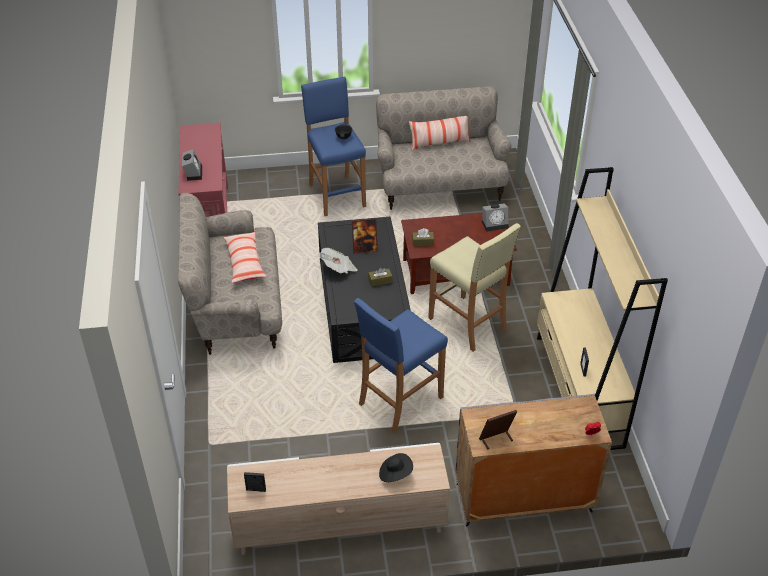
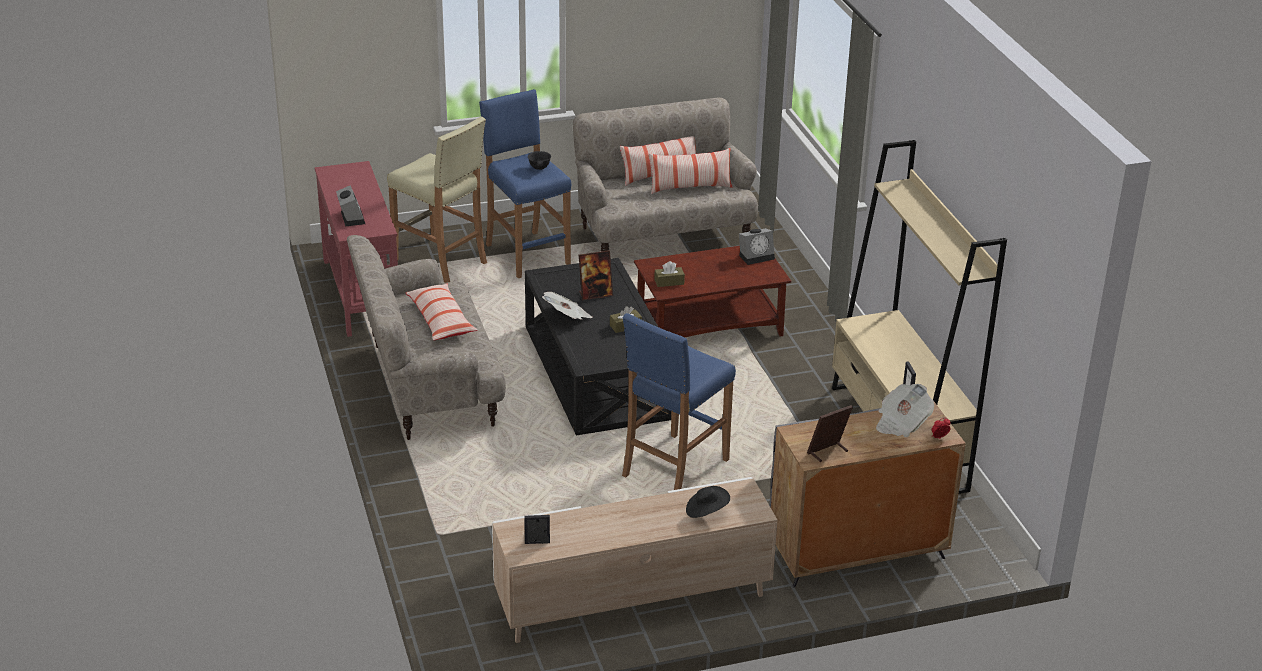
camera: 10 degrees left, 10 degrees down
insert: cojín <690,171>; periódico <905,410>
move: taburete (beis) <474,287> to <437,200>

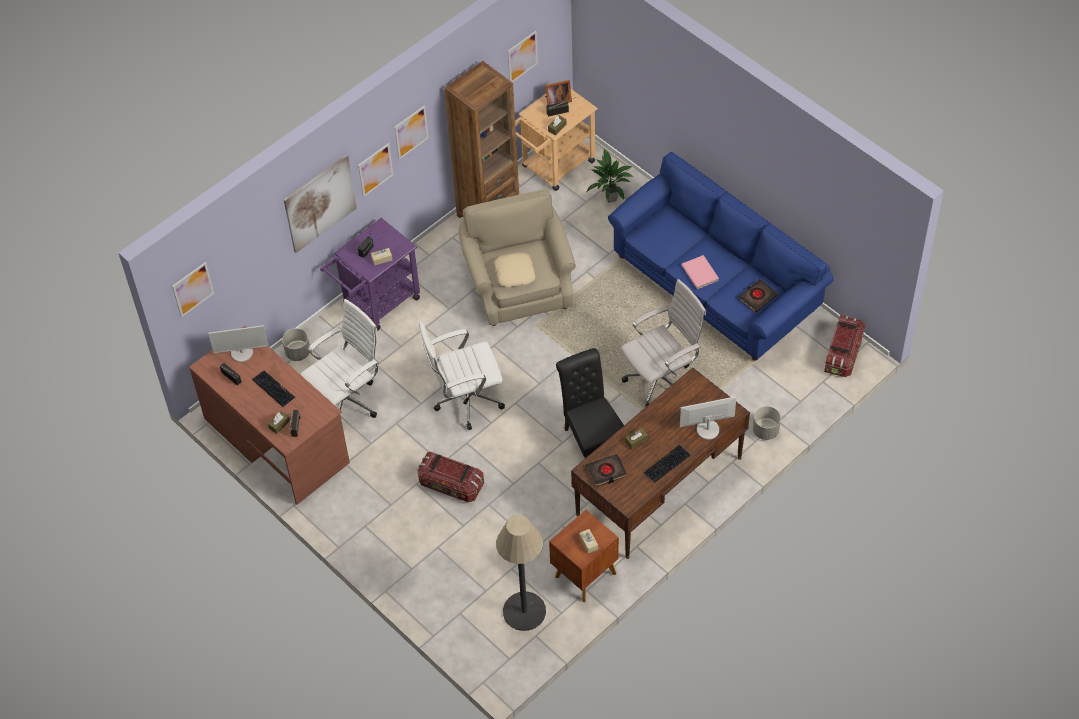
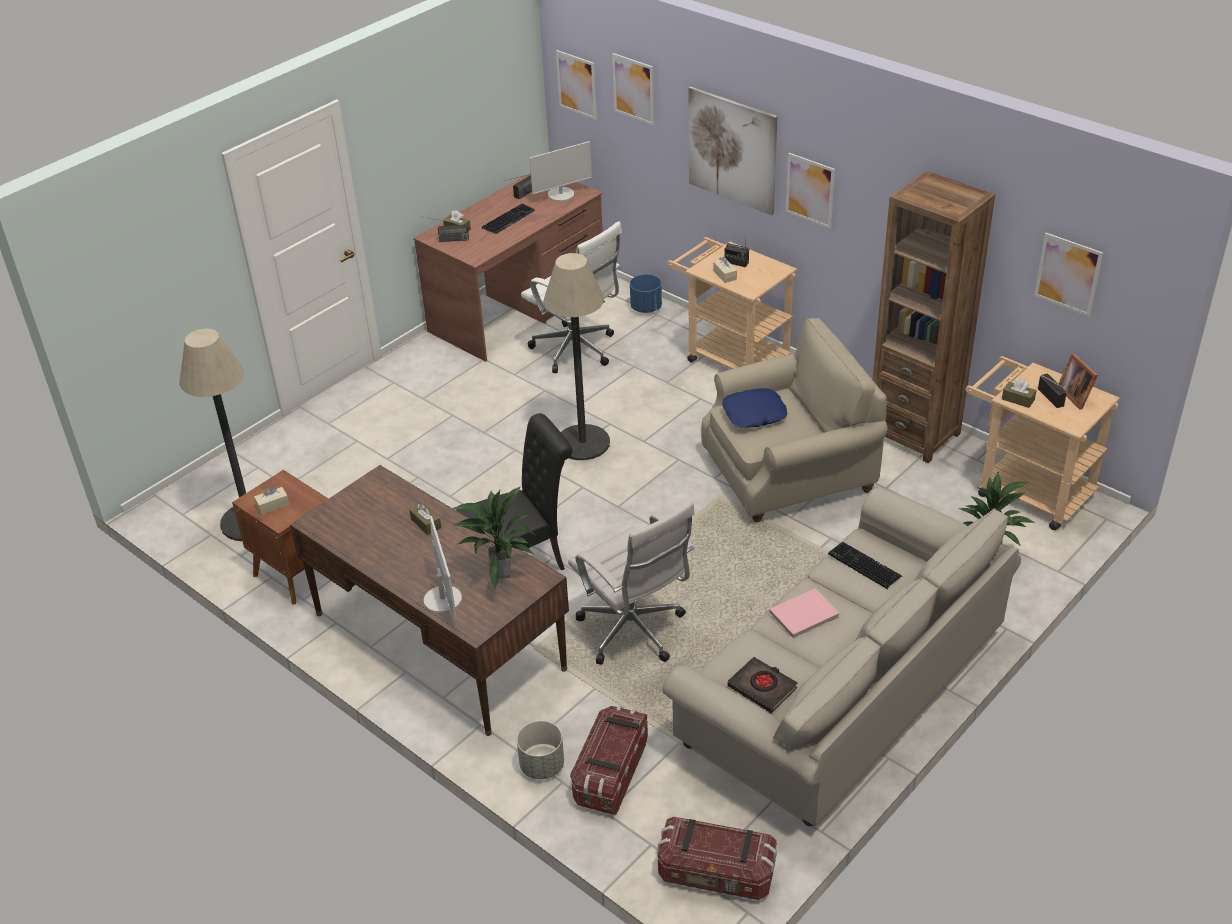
camera: 85 degrees right, 15 degrees down
delete: libro (negro) <606,470>
insert: planta en maceta <492,537>
move: cuadro <411,133> to <633,89>; caja de almacenaje <450,477> to <609,760>; teclado <667,464> to <865,565>
replace: silla de oficina (blanco) <462,375> to lámpara de pie <576,356>
recolor: maceta (gris) <296,344> to maceta (azul) <646,293>; carrito (morado) <370,274> to carrito (beis) <732,303>; cojín (beis) <514,270> to cojín (azul) <754,408>; sofá (azul) <721,256> to sofá (beis) <841,656>
rotate: monitor <238,343> = <560,171> 105 degrees counterclockwise

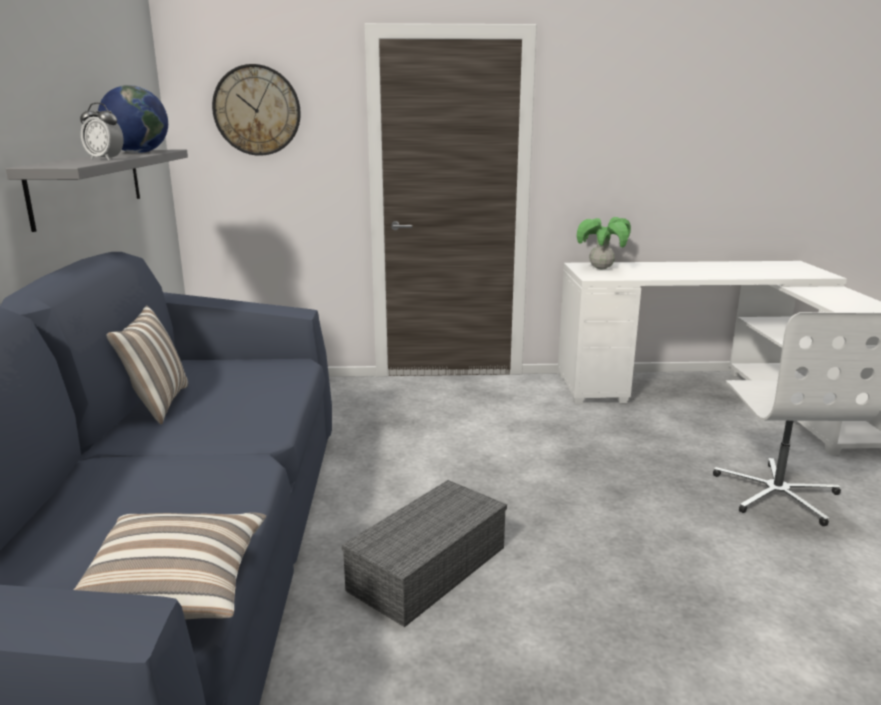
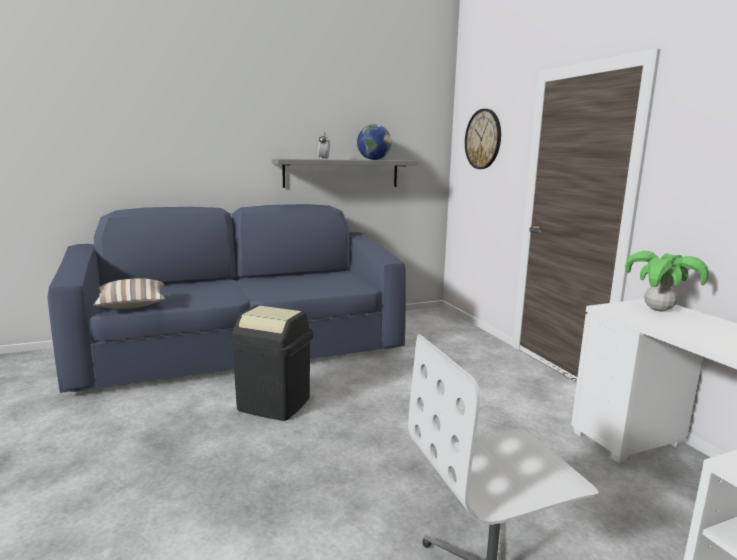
camera: 70 degrees right, 5 degrees down
delete: cojín <147,364>
replace: caja de almacenaje (gris) <424,553> to papelera (negro) <271,363>

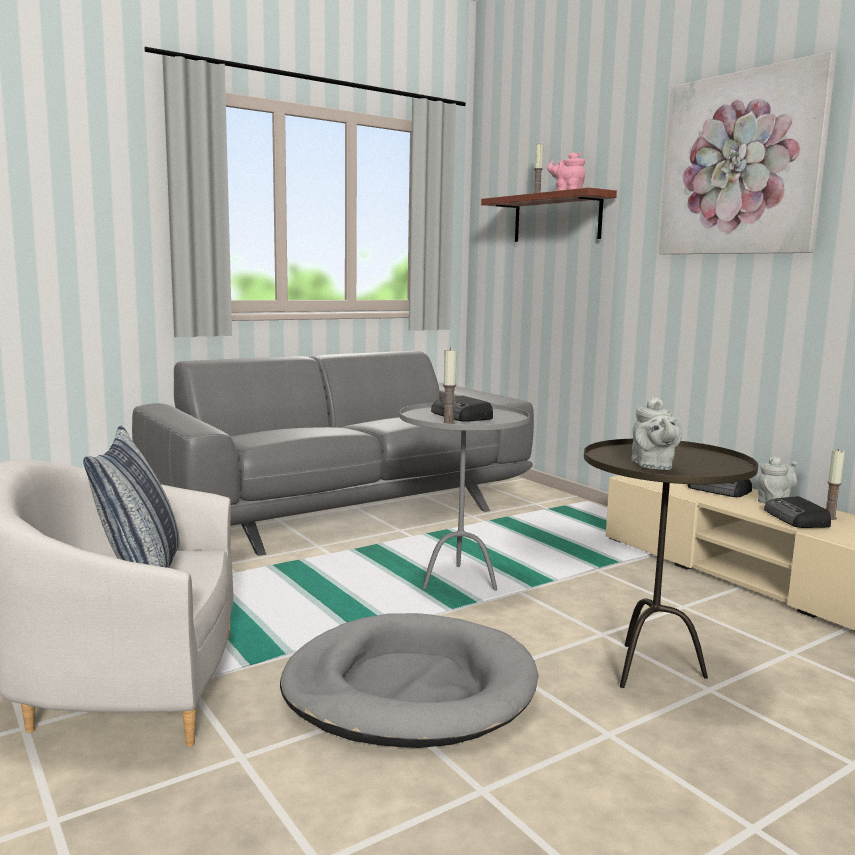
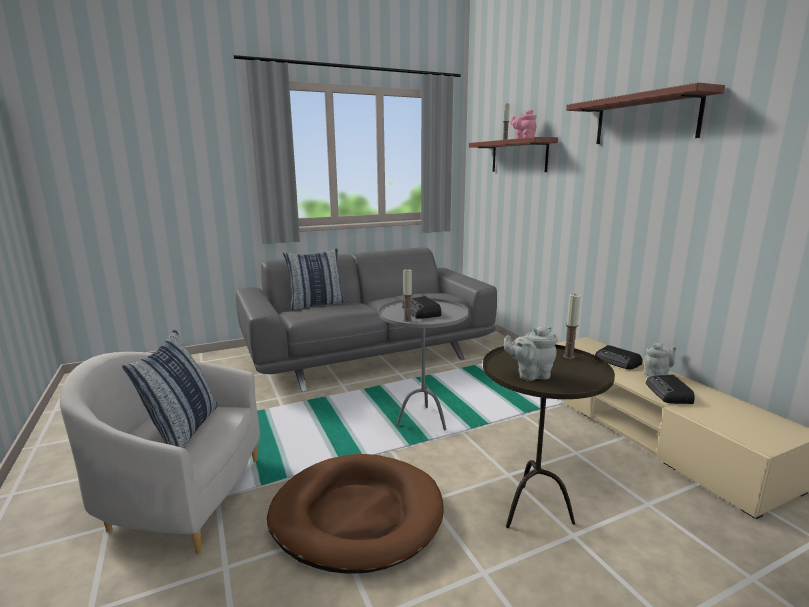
camera: 10 degrees right, 5 degrees up
insert: cojín <314,279>
move: vela <835,484> to <571,326>
replace: cuadro <748,152> to estante <645,113>
recolor: cama para perro (gris) <409,680> to cama para perro (marrón) <355,514>
rotate: tetera (gris) <657,433> = <530,354> 75 degrees clockwise

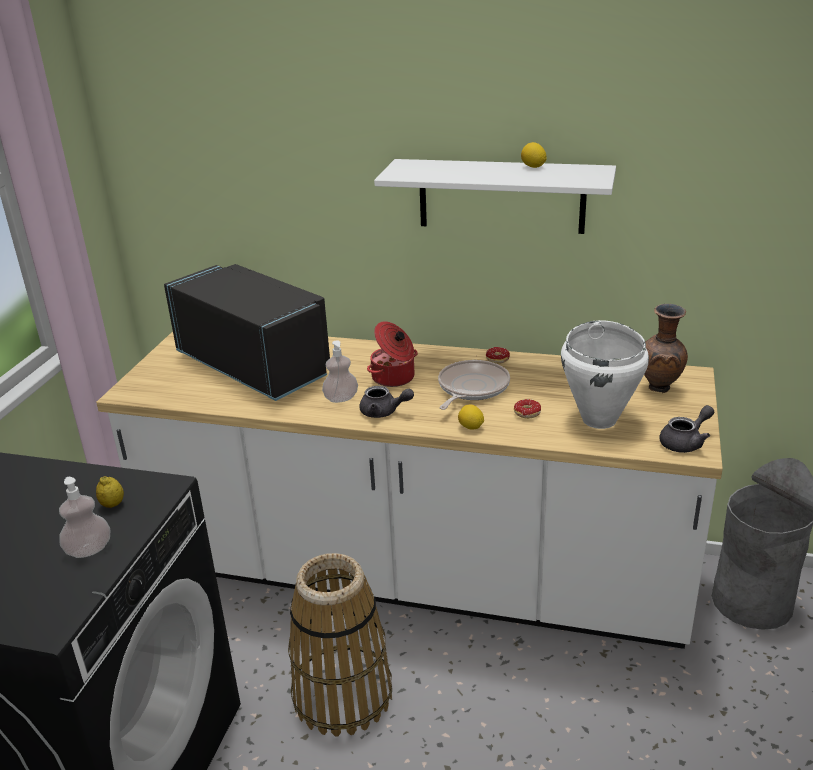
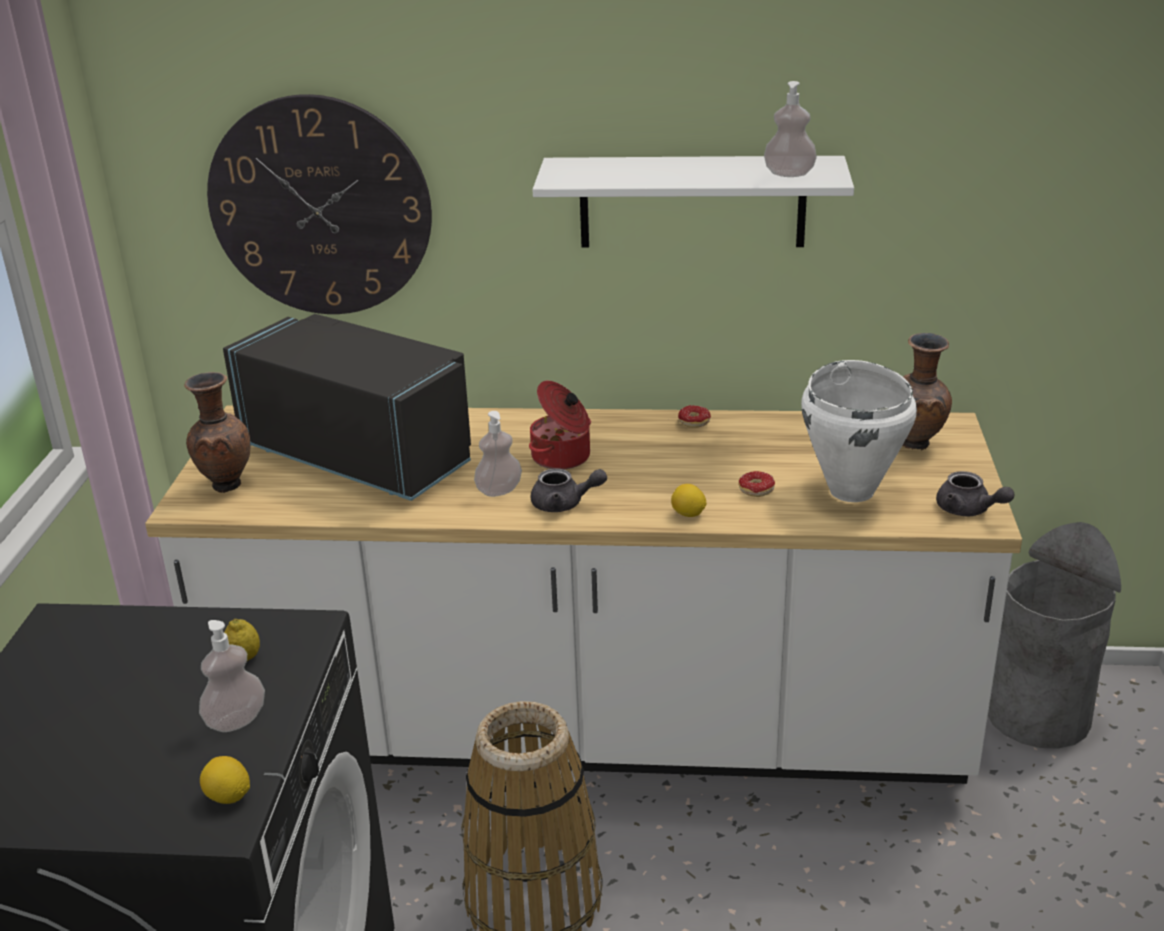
camera: 10 degrees left, 0 degrees up
delete: sartén <474,385>
insert: florero (marrón) <217,432>; reloj de pared <319,204>; dispensador de jabón <790,129>
move: limón <533,155> to <225,780>
rotate: tetera (gris) <686,429> = <975,494> 90 degrees clockwise

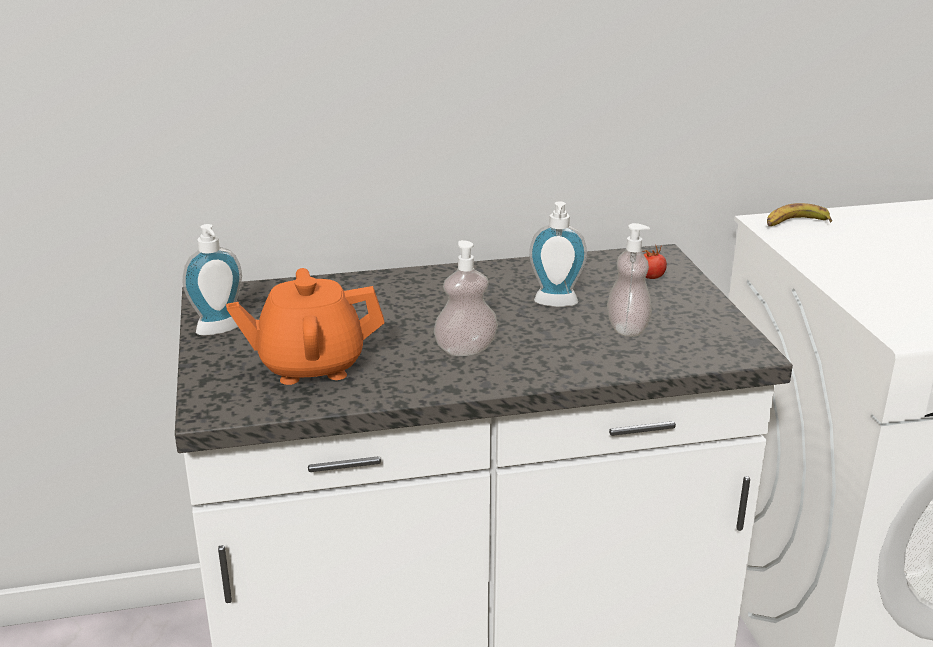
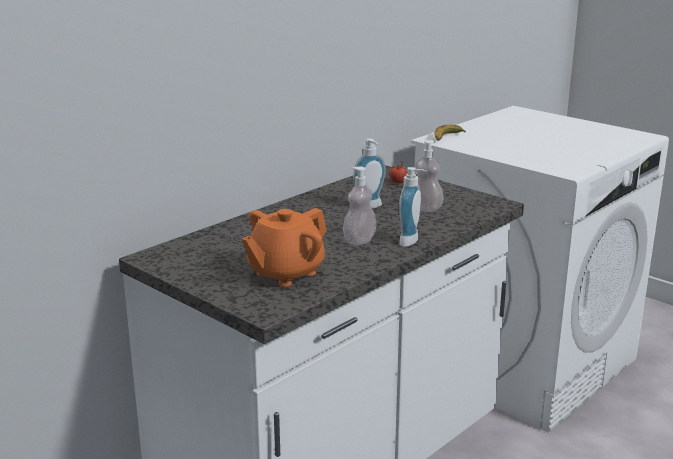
camera: 35 degrees left, 5 degrees down
move: dispensador de jabón <212,280> to <413,207>

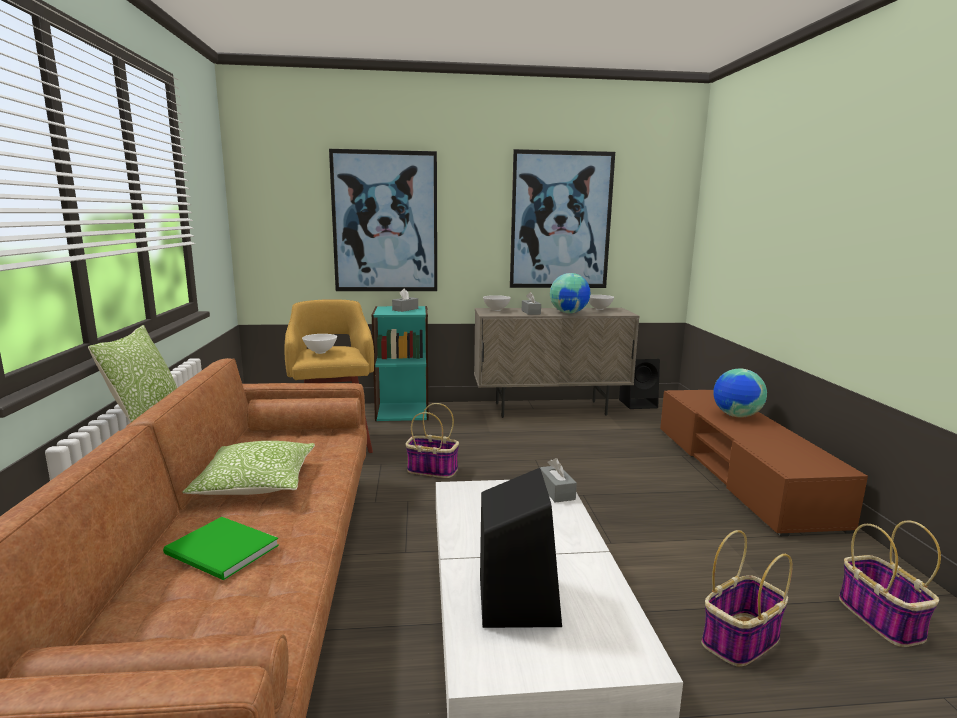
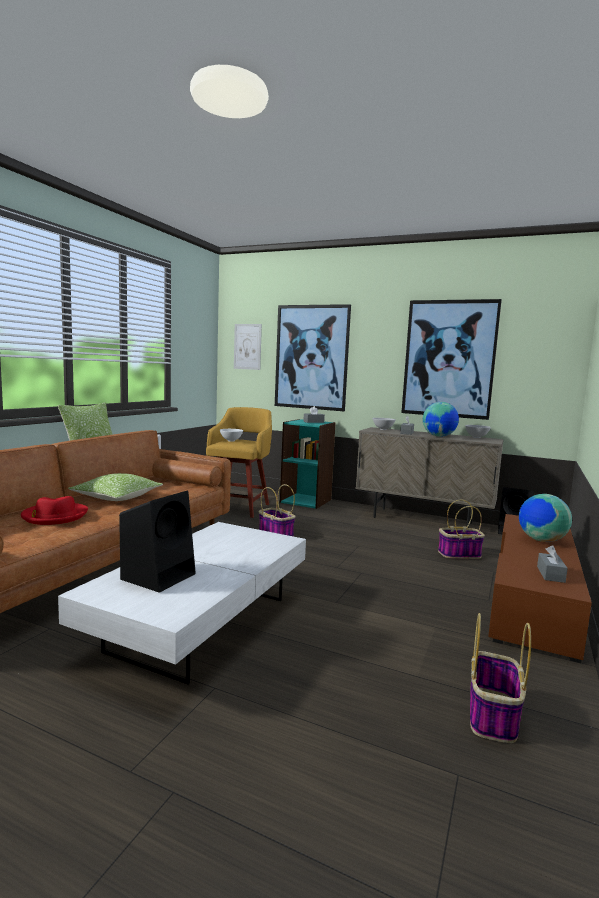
camera: 30 degrees right, 5 degrees down
insert: cuadro <248,347>
move: caja de pañuelos (gris) <558,480> to <552,564>; cesta <747,598> to <461,529>
replace: libro (verde) <221,548> to sombrero (rojo) <54,510>

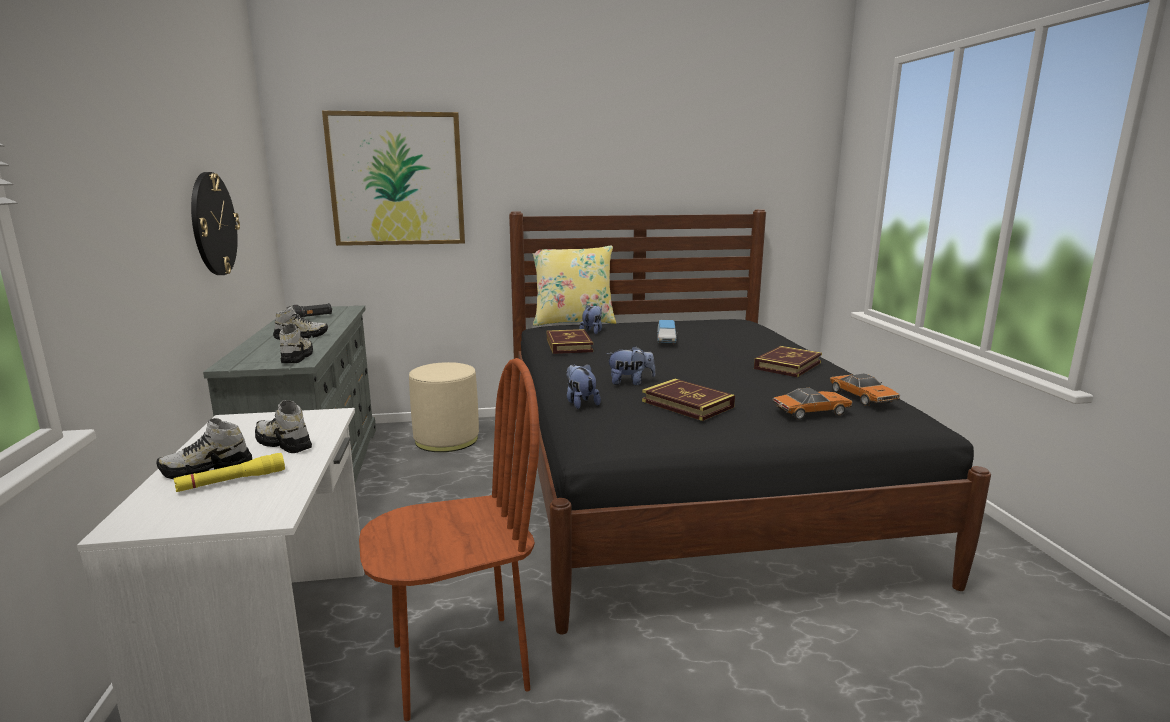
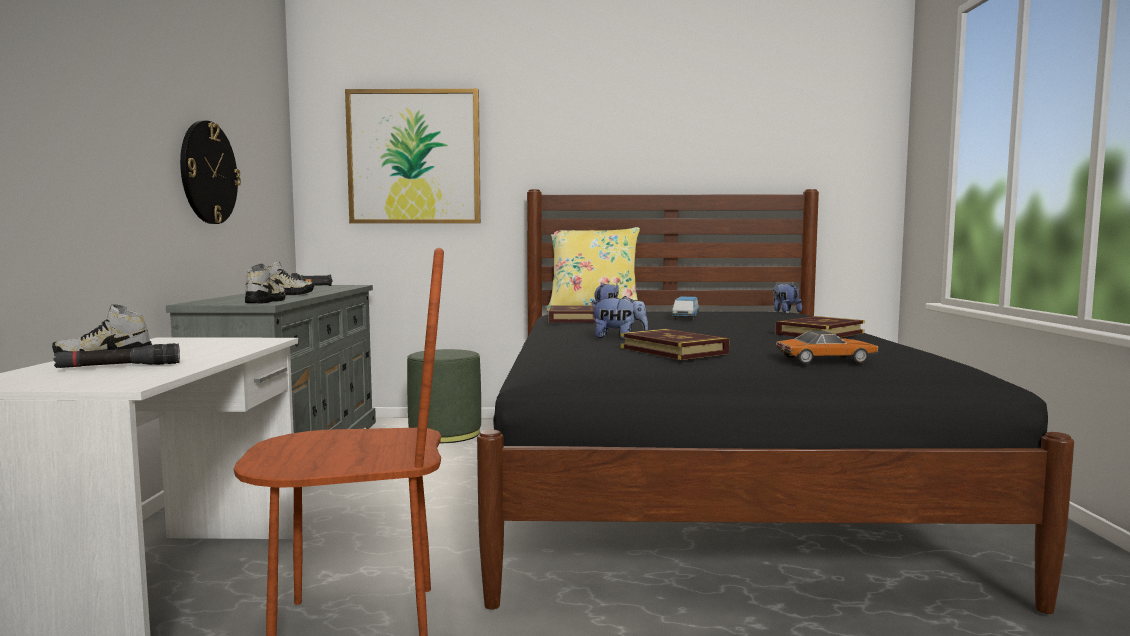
camera: 10 degrees right, 10 degrees down
delete: zapato <283,426>; coche de juguete <865,389>
move: peluche <583,386> to <787,297>
recolor: linterna (amarillo) <229,472> to linterna (negro) <116,355>; puf (beis) <444,407> to puf (verde) <444,396>

